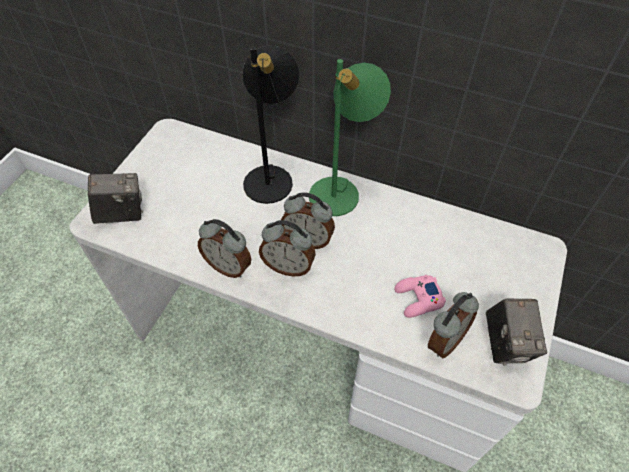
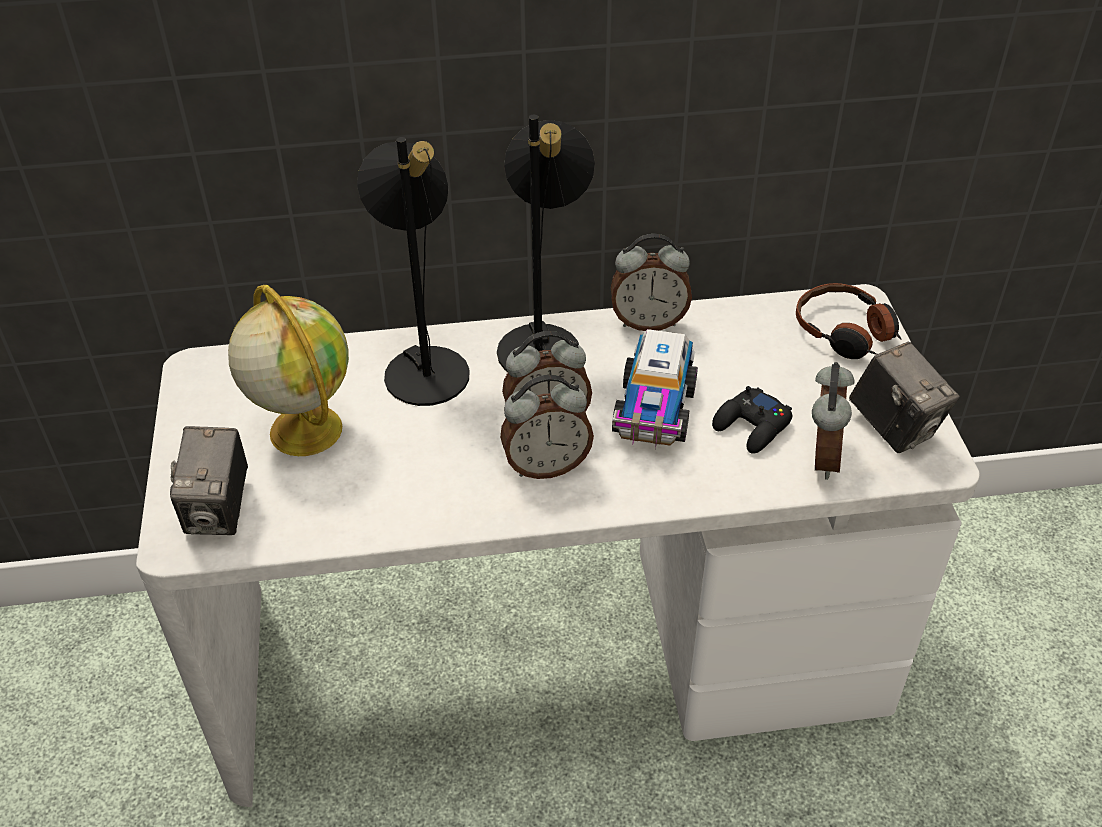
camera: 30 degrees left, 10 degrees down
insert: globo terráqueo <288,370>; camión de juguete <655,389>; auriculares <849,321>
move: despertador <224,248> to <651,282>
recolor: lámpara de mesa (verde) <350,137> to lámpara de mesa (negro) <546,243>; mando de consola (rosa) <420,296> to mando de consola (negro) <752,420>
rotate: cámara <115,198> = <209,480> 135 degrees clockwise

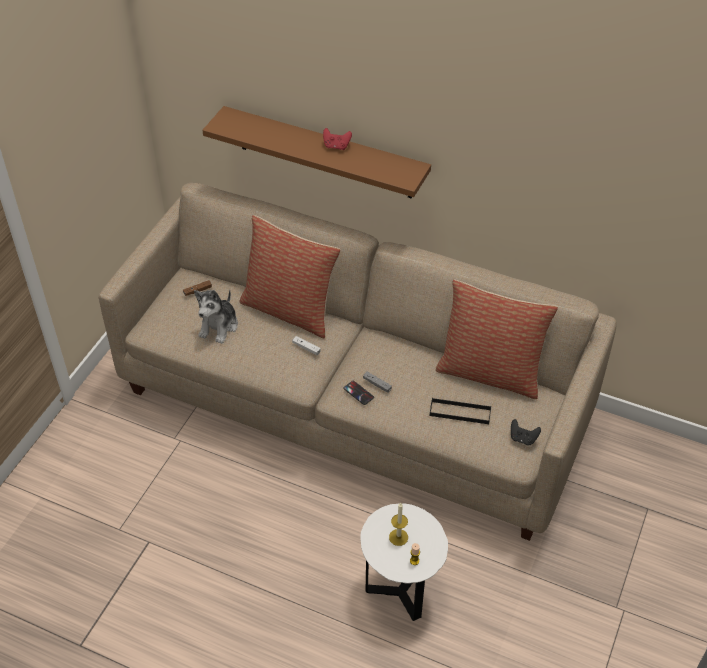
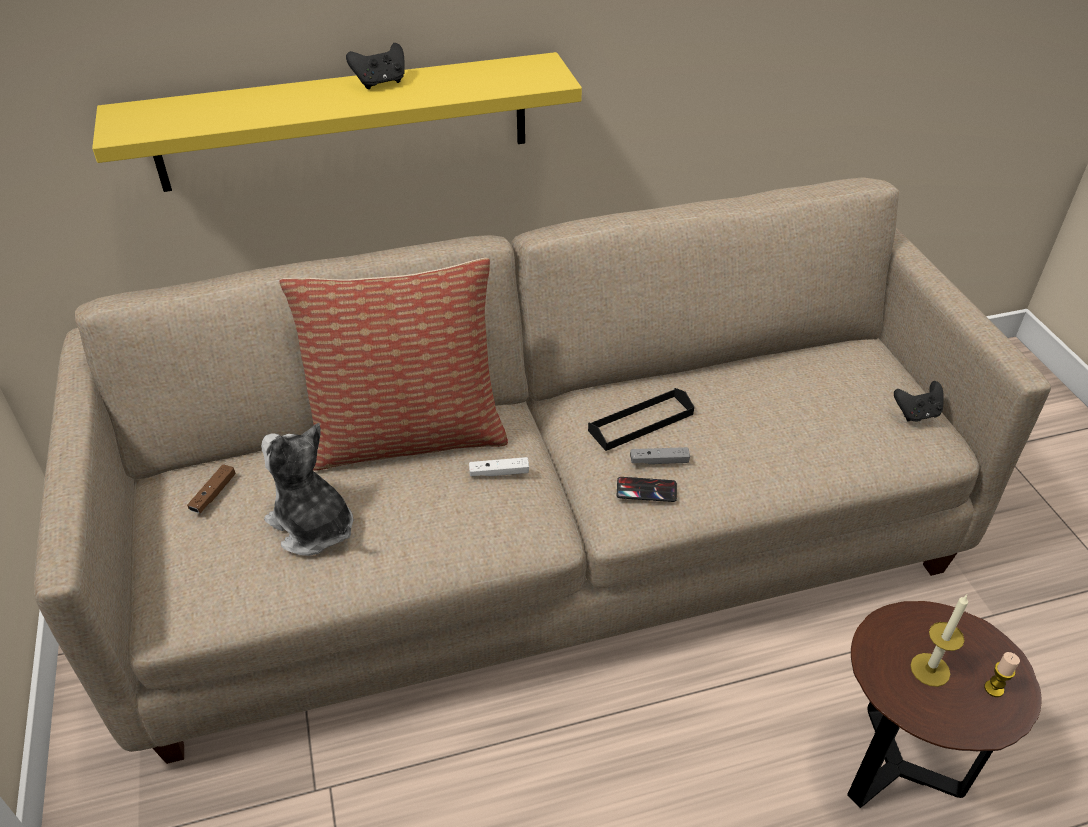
camera: 40 degrees left, 5 degrees down
delete: cojín <497,339>
move: bandeja (negro) <460,411> to <641,419>
recolor: estante (marrón) <317,152> to estante (amarillo) <337,122>; mando de consola (rojo) <337,139> to mando de consola (negro) <375,66>; mesa auxiliar (blanco) <404,562> to mesa auxiliar (marrón) <944,704>
rotate: peluche <216,317> = <307,489> 150 degrees clockwise

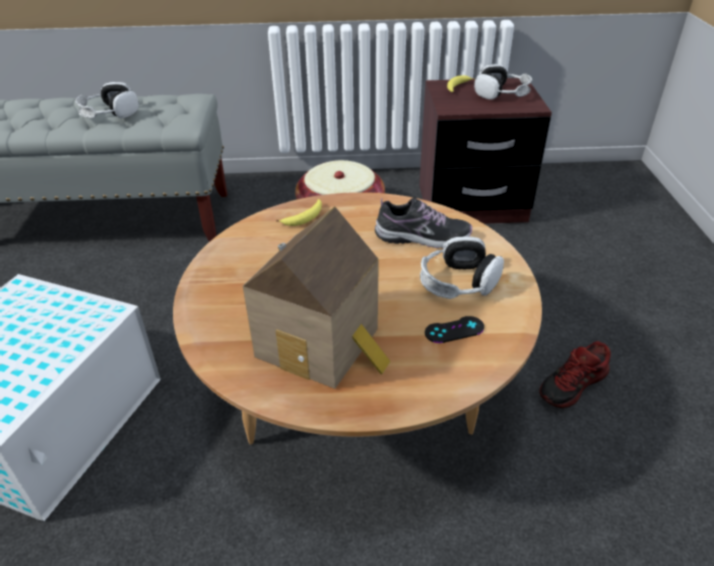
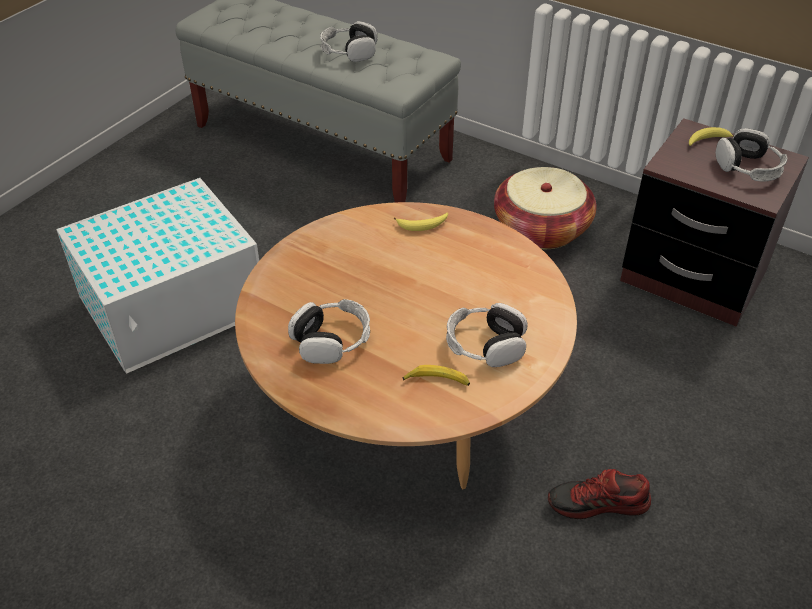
camera: 35 degrees right, 5 degrees up
delete: zapato <423,223>
replace: casita <317,298> to auriculares <329,331>; mando de consola (negro) <454,329> to plátano <436,375>

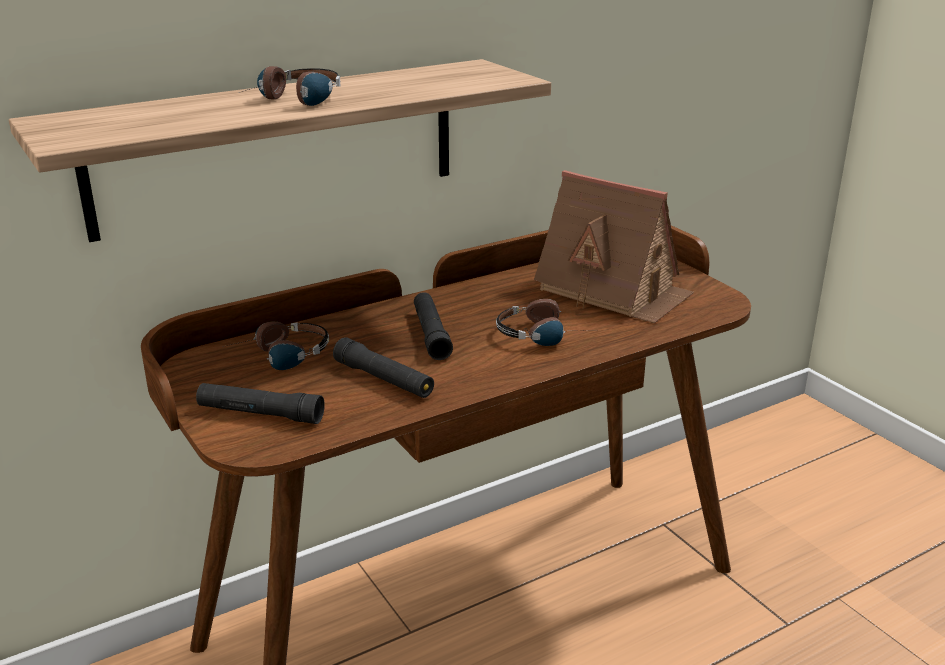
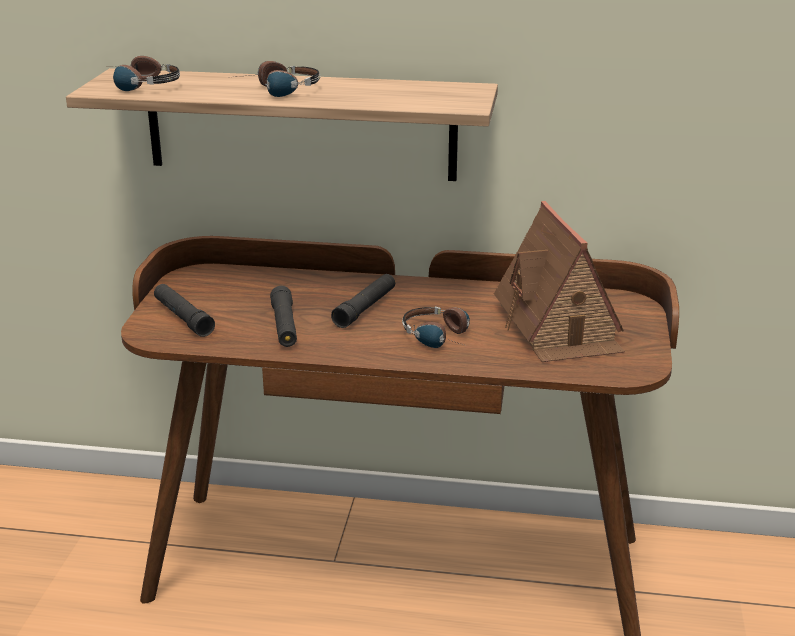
camera: 40 degrees right, 0 degrees up
move: auriculares <276,345> to <146,73>

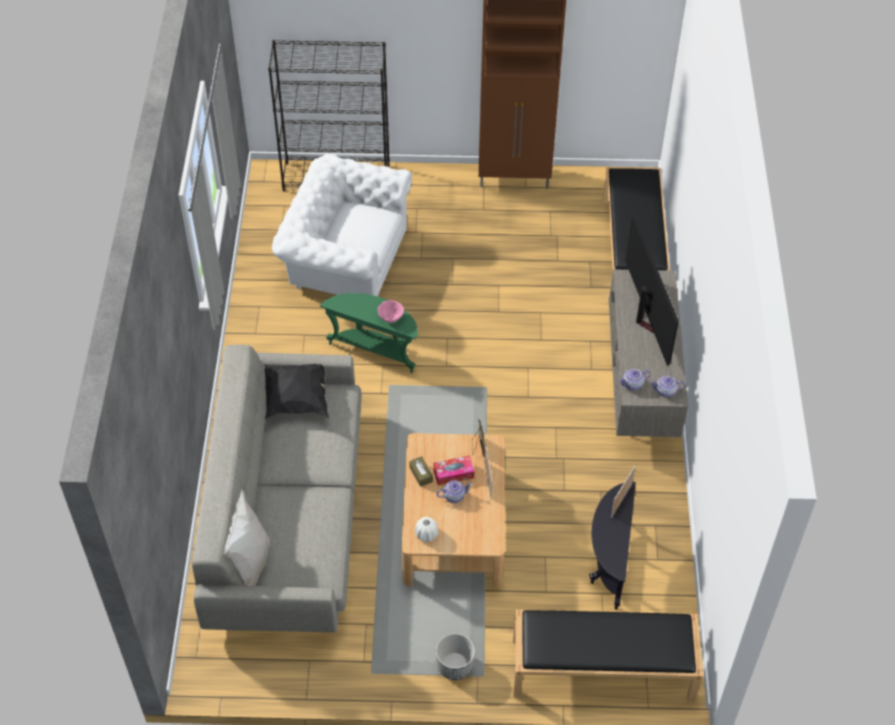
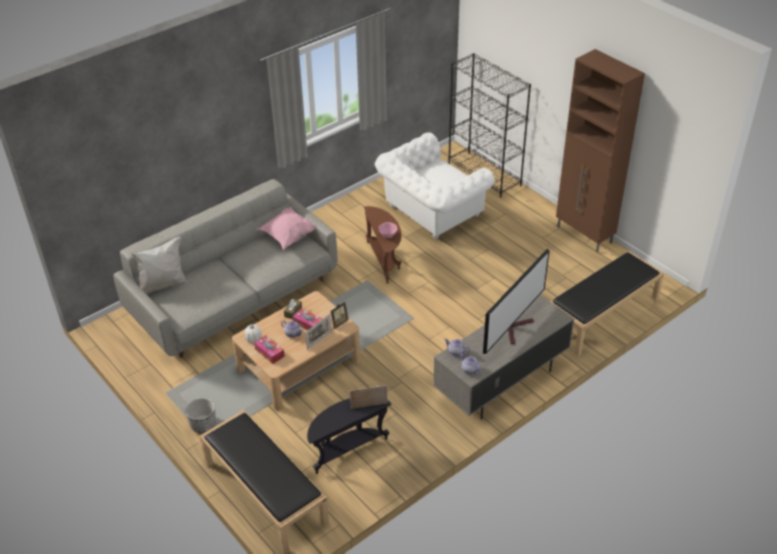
camera: 50 degrees right, 10 degrees down
insert: caja de pañuelos <269,349>
recolor: cojín (negro) <296,391> to cojín (rosa) <286,228>; mesa auxiliar (verde) <369,333> to mesa auxiliar (marrón) <382,245>
rotate: sillón (blanco) <342,225> = <435,185> 105 degrees counterclockwise

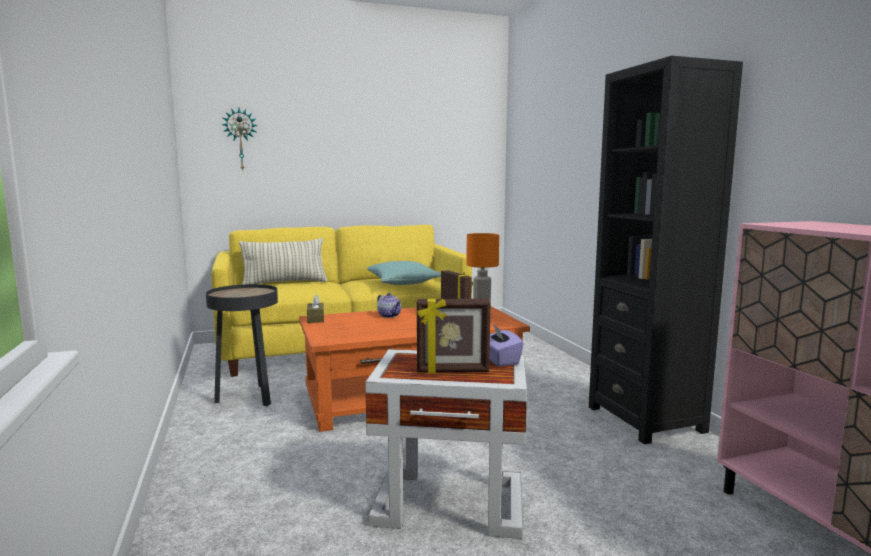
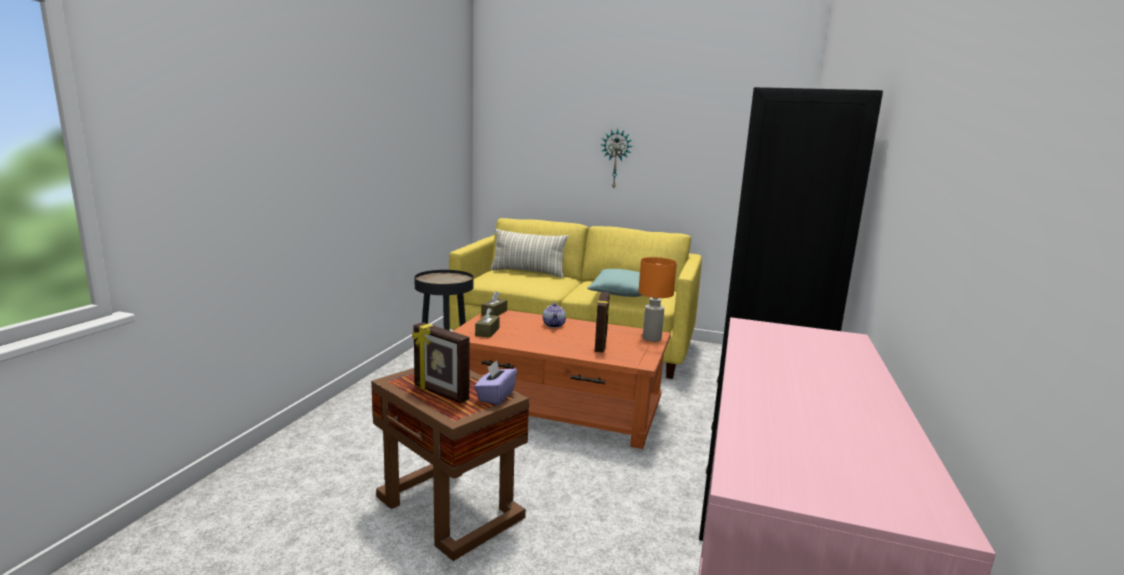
camera: 35 degrees right, 5 degrees up
insert: caja de pañuelos (marrón) <487,323>
move: reloj de pared <239,139> to <617,158>
recolor: mesa auxiliar (blanco) <446,444> to mesa auxiliar (marrón) <450,464>

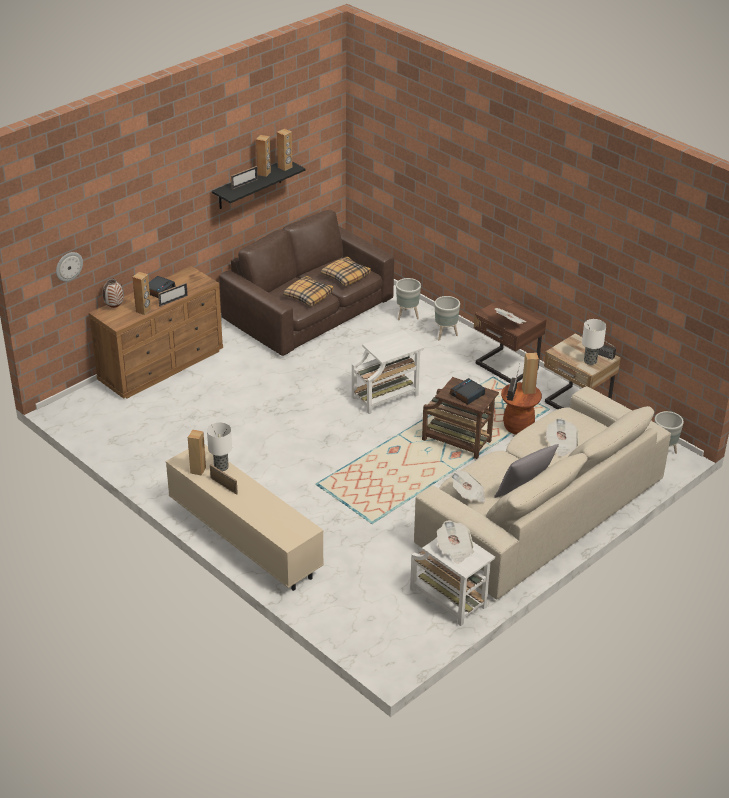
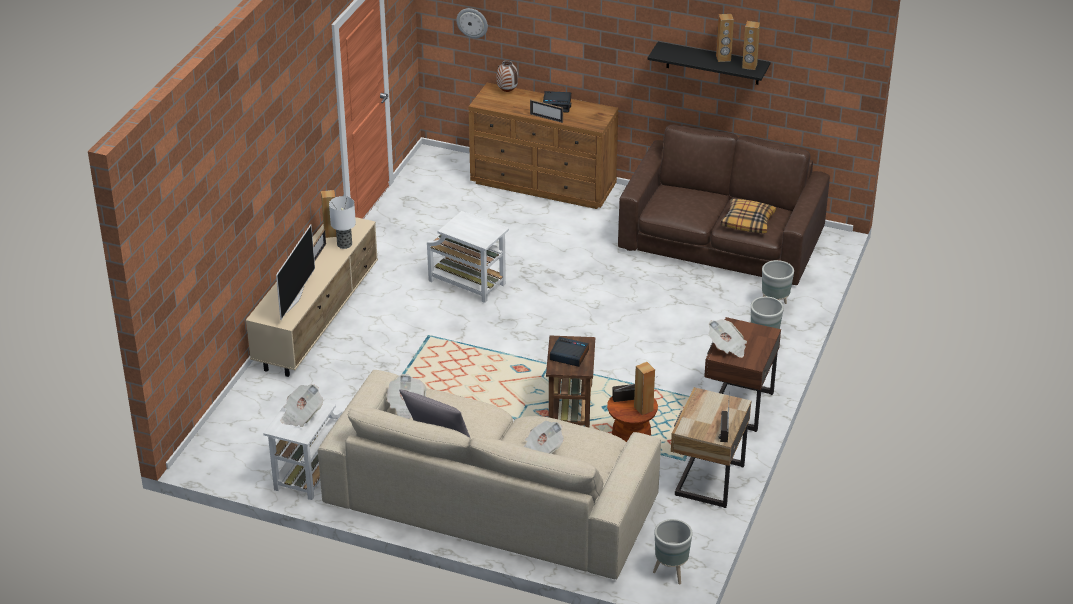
camera: 65 degrees right, 0 degrees up
delete: altavoz (marrón) <141,293>; portarretratos <244,177>; cojín <308,291>; lámpara de mesa <594,342>
insert: televisor <295,272>
move: mesa auxiliar (blanco) <388,372> to <468,257>

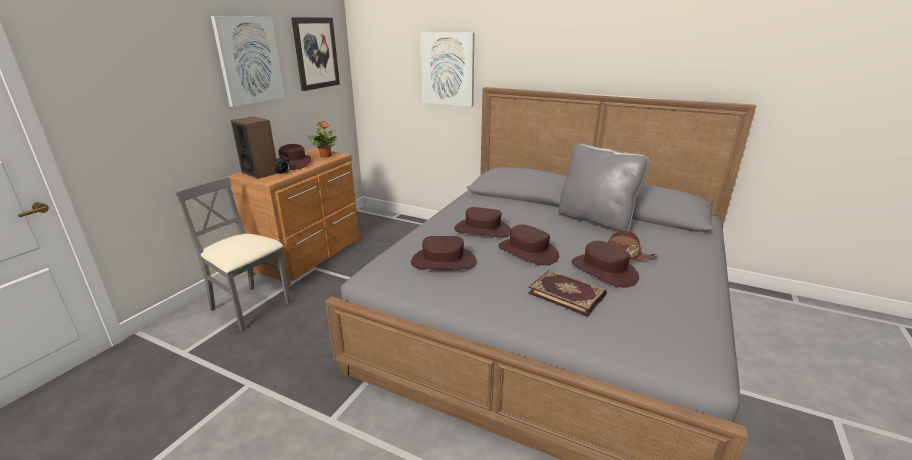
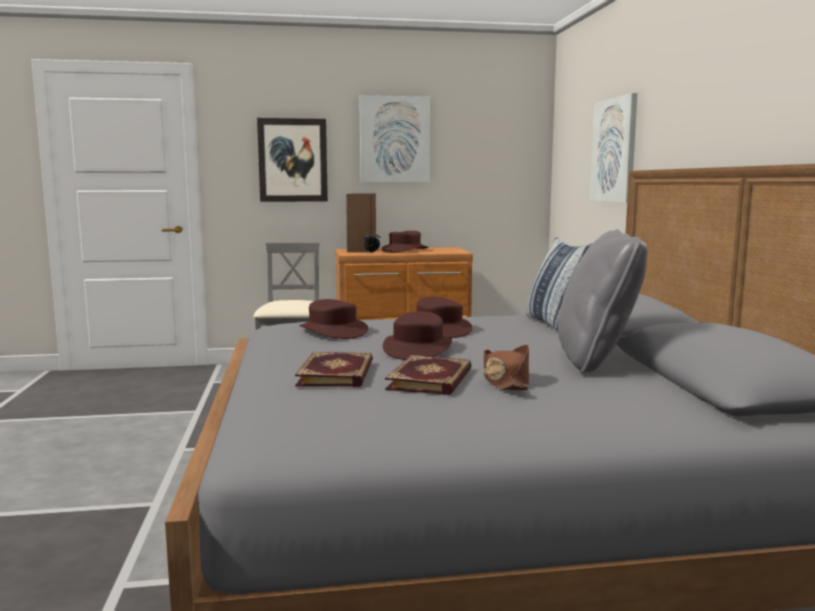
camera: 55 degrees right, 15 degrees down
delete: planta en maceta <322,139>
insert: cojín <559,284>
move: cuadro <315,54> to <292,160>
replace: sombrero (marrón) <605,264> to libro <428,375>

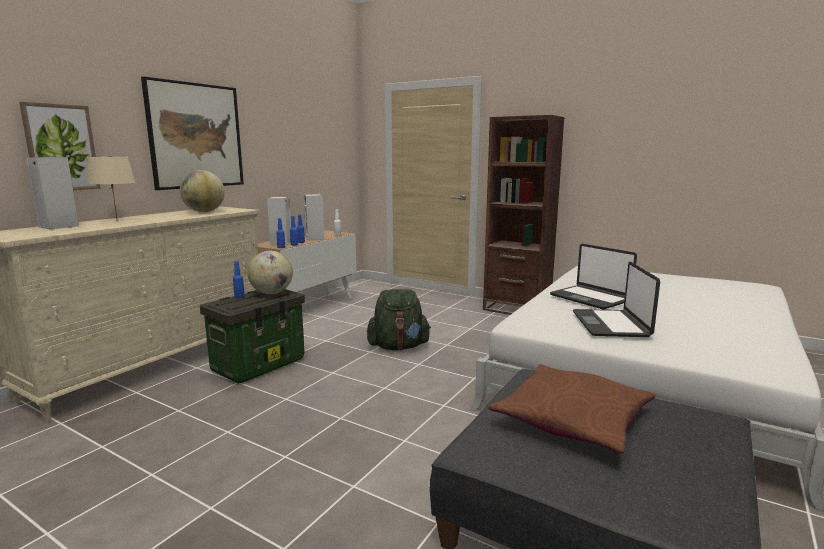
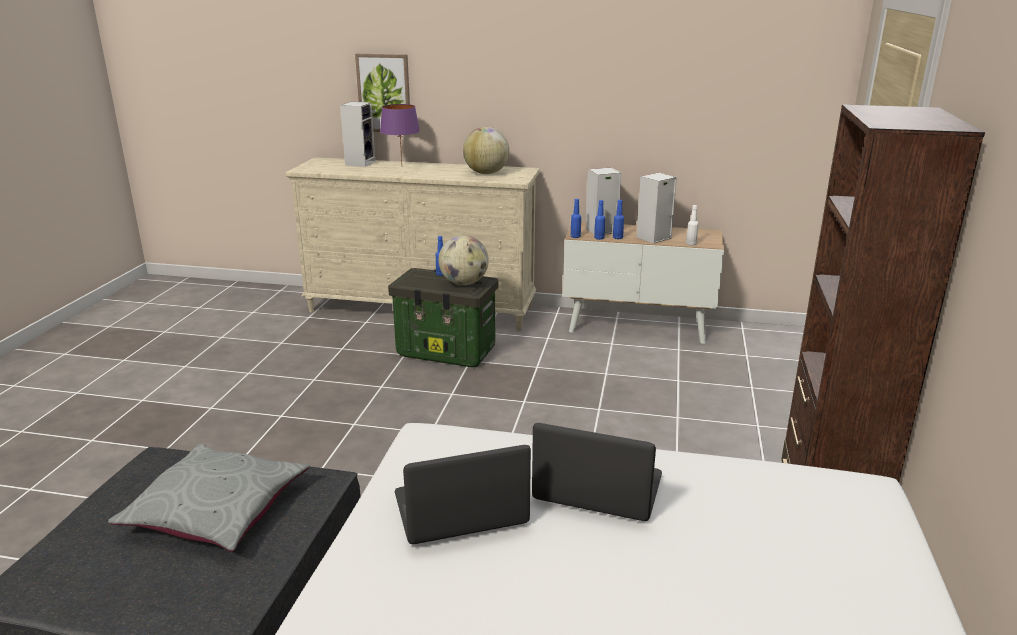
camera: 70 degrees right, 10 degrees up
delete: cuadro <192,133>; mochila (verde) <399,320>
recolor: lámpara de mesa (beis) <111,187> to lámpara de mesa (morado) <400,133>; cojín (marrón) <572,409> to cojín (gris) <209,498>
rotate: portátil <593,276> = <597,472> 75 degrees clockwise

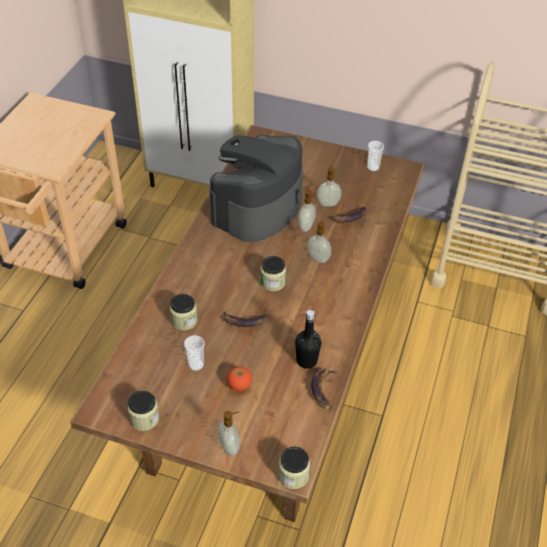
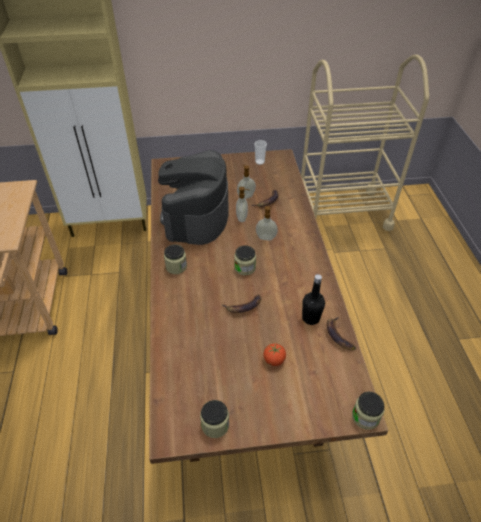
camera: 25 degrees left, 0 degrees up
delete: taza <194,353>; dispensador de jabón <229,433>
move: tarro <183,312> to <175,259>

